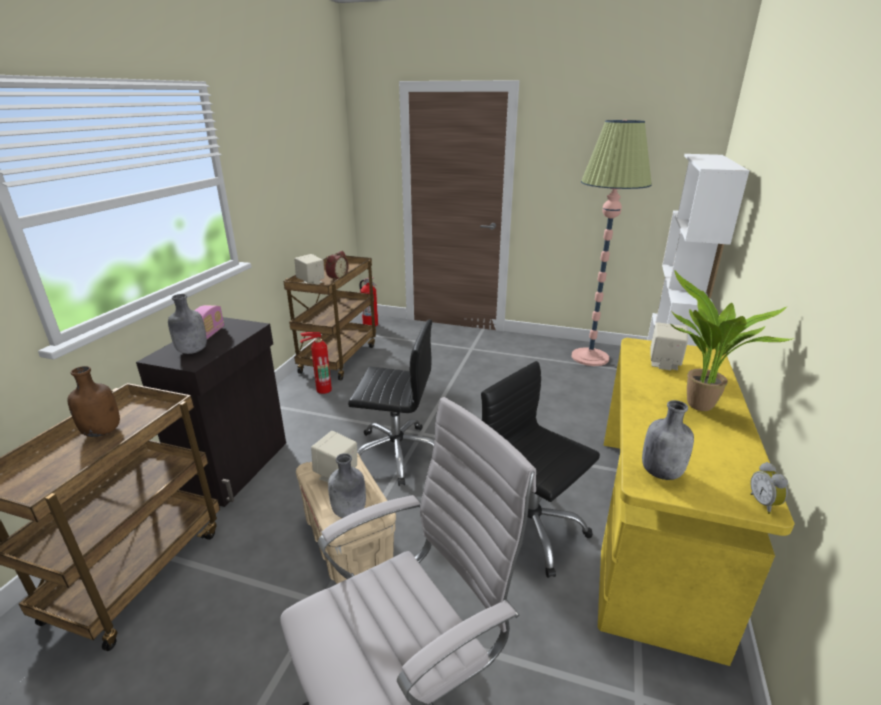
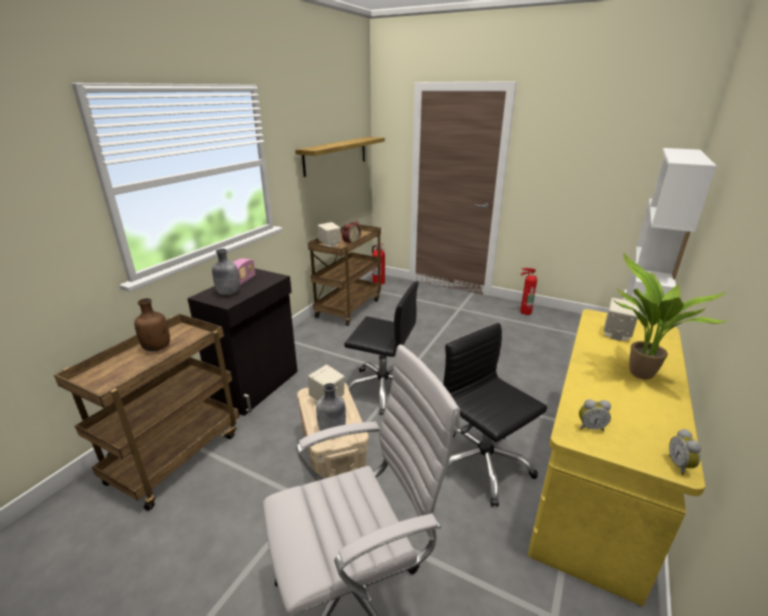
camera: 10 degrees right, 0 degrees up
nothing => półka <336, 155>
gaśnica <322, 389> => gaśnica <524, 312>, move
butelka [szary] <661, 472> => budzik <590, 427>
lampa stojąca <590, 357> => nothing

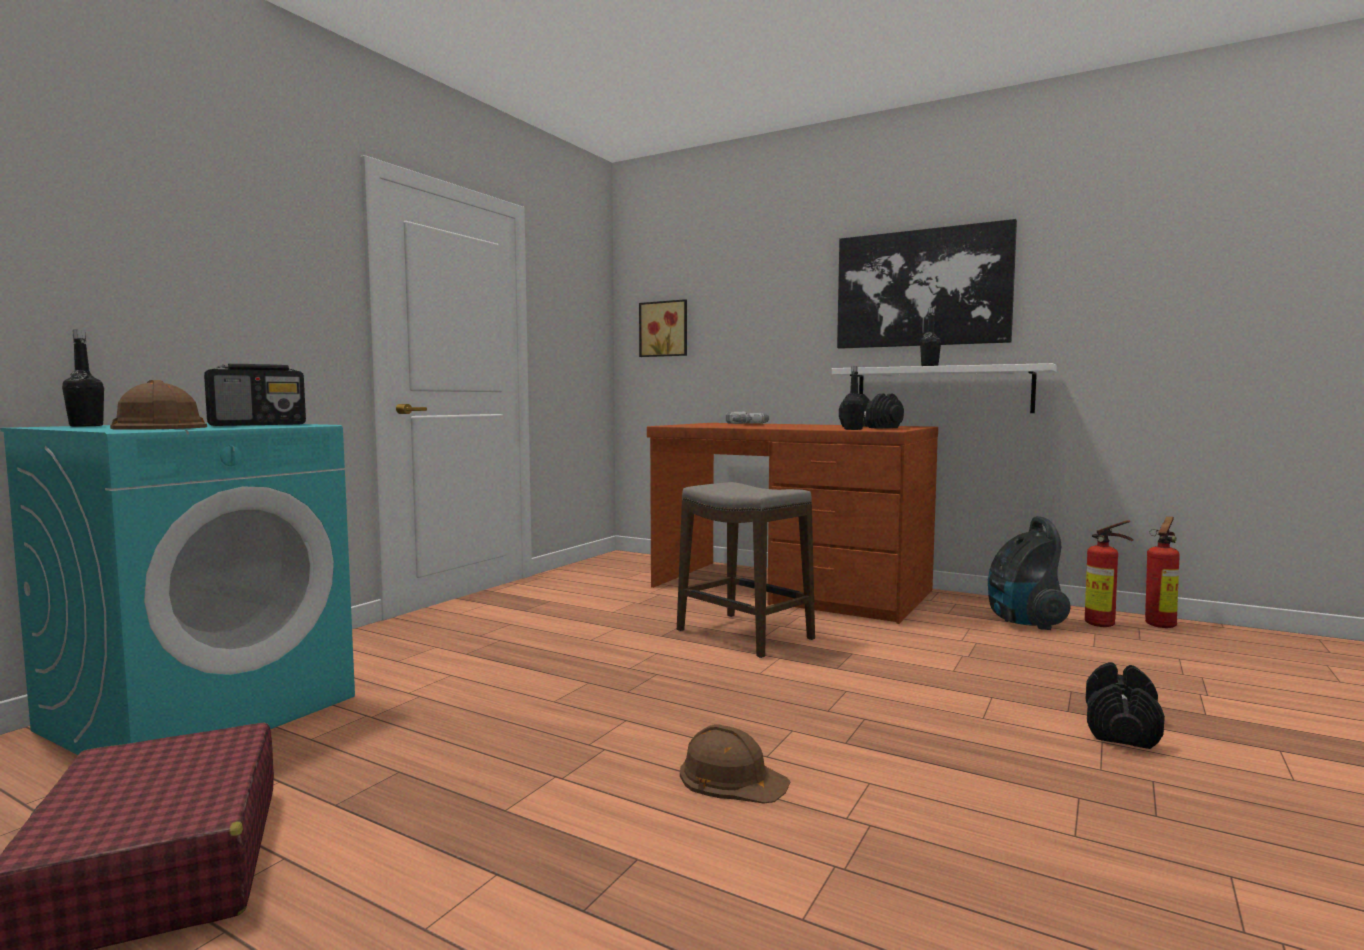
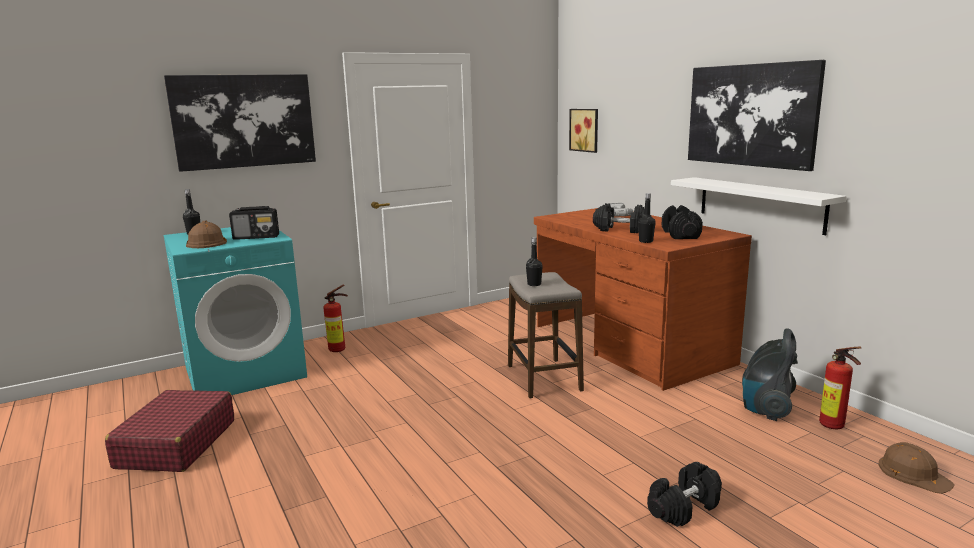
camera: 30 degrees right, 10 degrees up
nothing => obraz <244, 121>
gaśnica <1162, 624> => gaśnica <340, 349>, move
butelka [czarny] <929, 366> => butelka [czarny] <534, 284>, move
nothing => hantel [czarny] <621, 230>
kask [brązowy] <732, 777> => kask [brązowy] <913, 473>, move

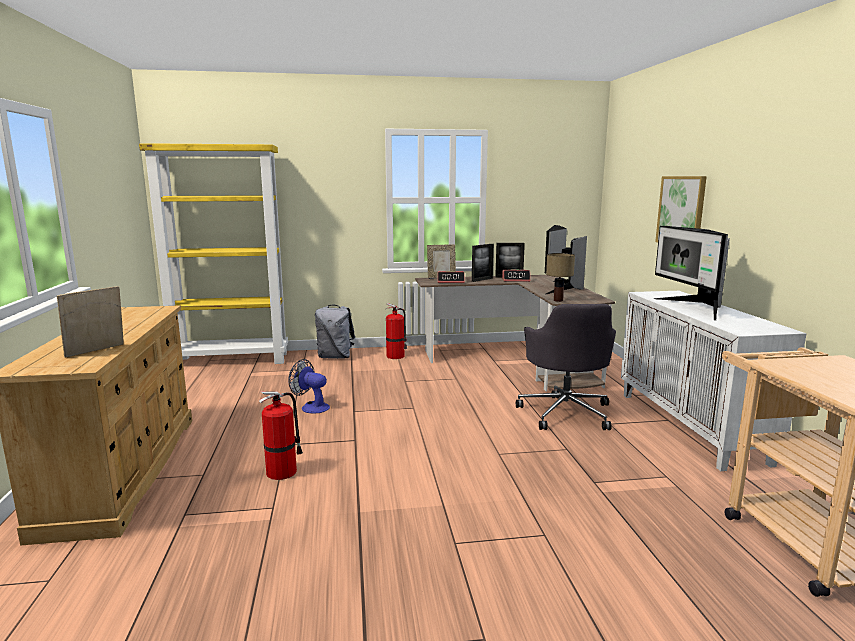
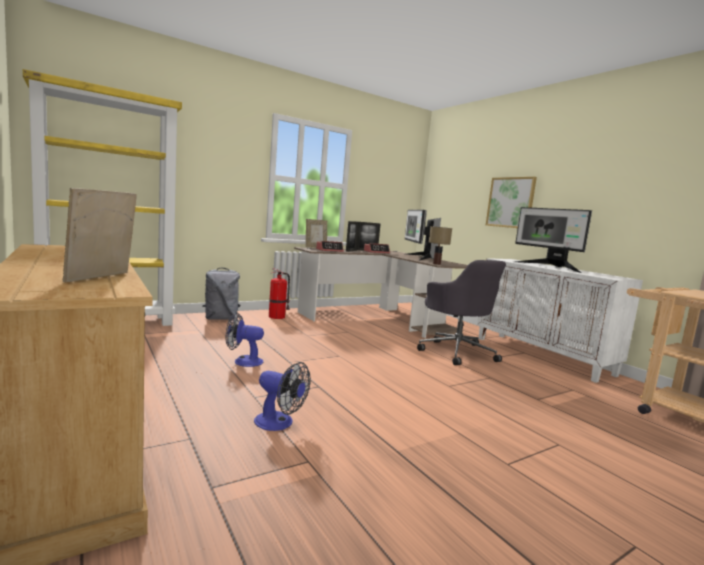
camera: 25 degrees left, 5 degrees down
gaśnica <283, 471> => wentylator <279, 423>

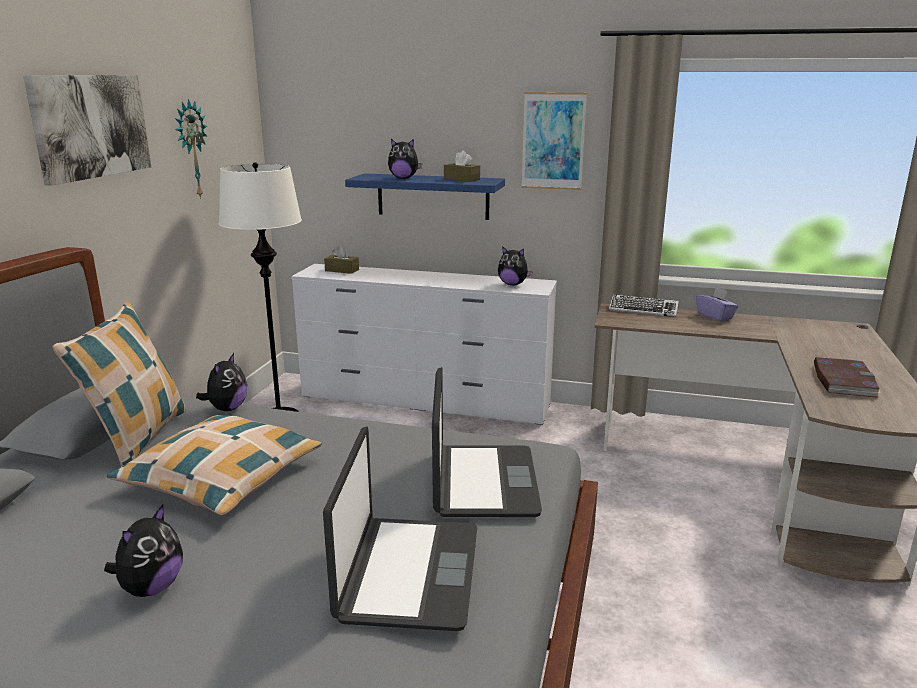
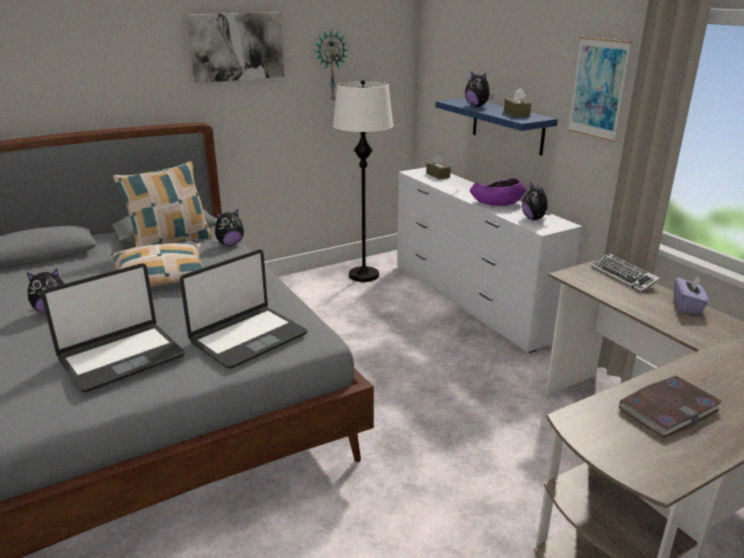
camera: 45 degrees right, 5 degrees up
nothing => miska [fioletowy] <496, 203>

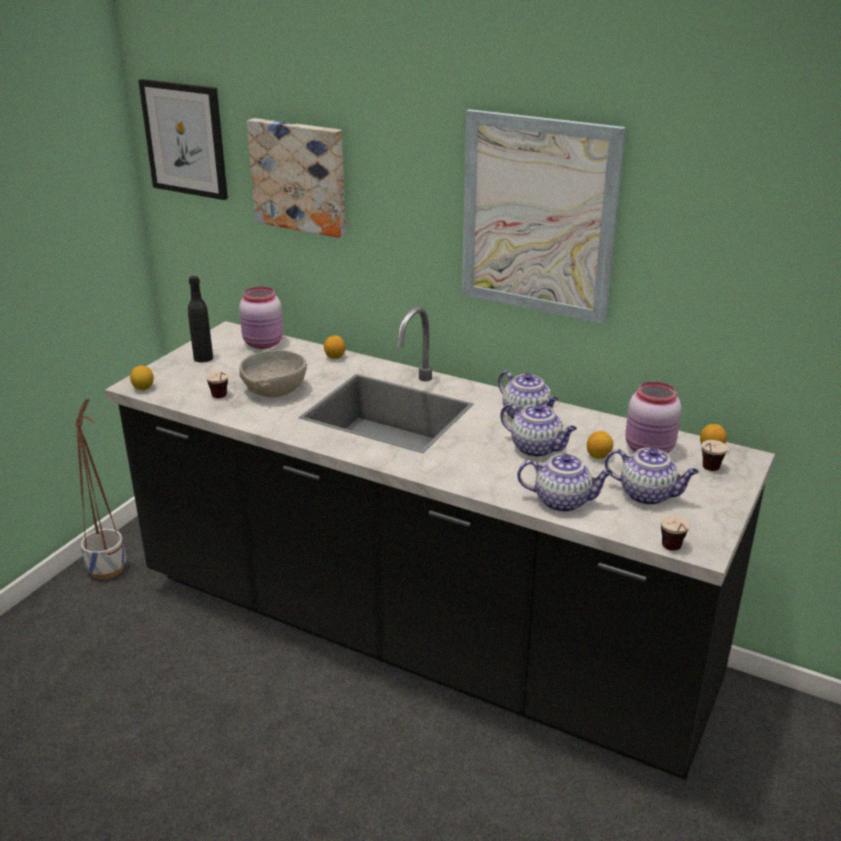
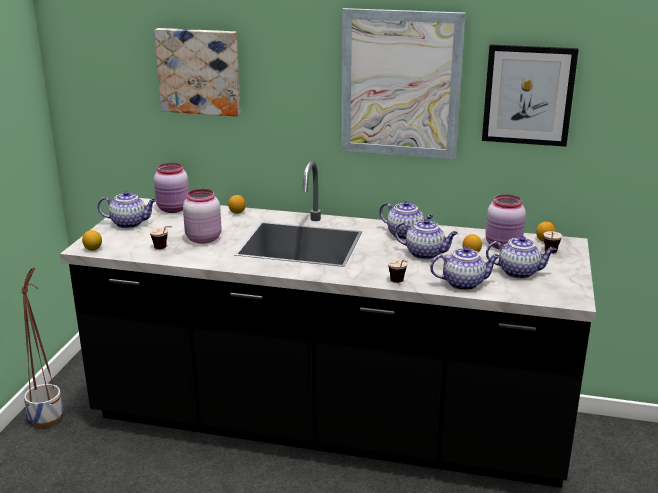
camera: 15 degrees left, 5 degrees down
butelka [czarny] <203, 358> => imbryk <130, 223>
miska [szary] <274, 390> => słoik [różowy] <202, 239>
filiżanka <674, 552> => filiżanka <399, 283>, move
obraz <185, 139> => obraz <528, 95>, move

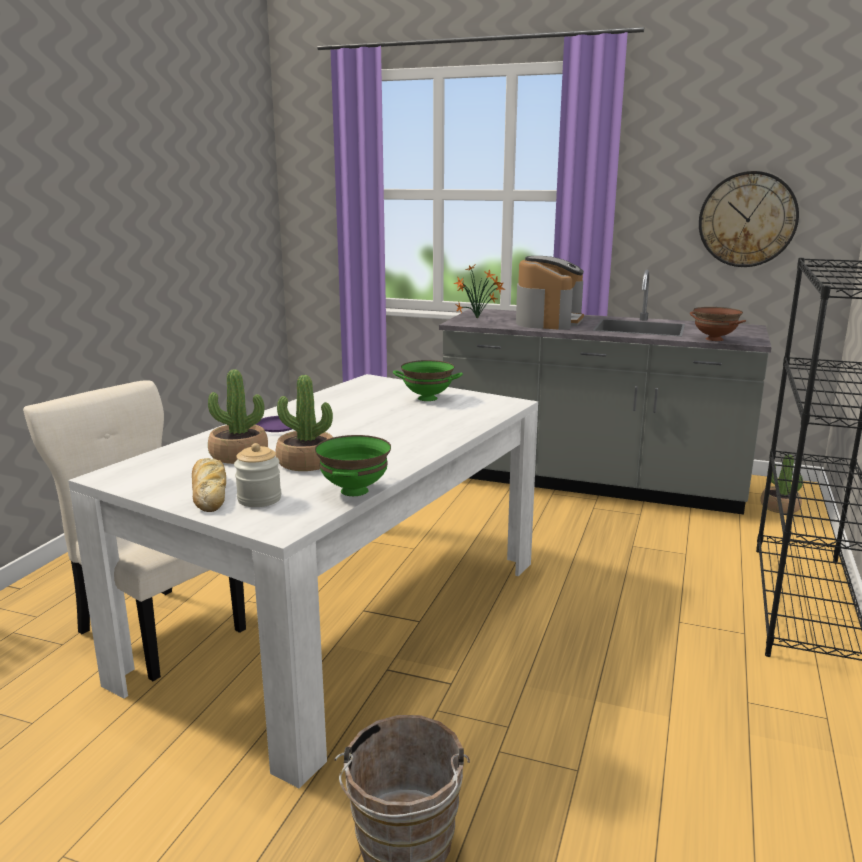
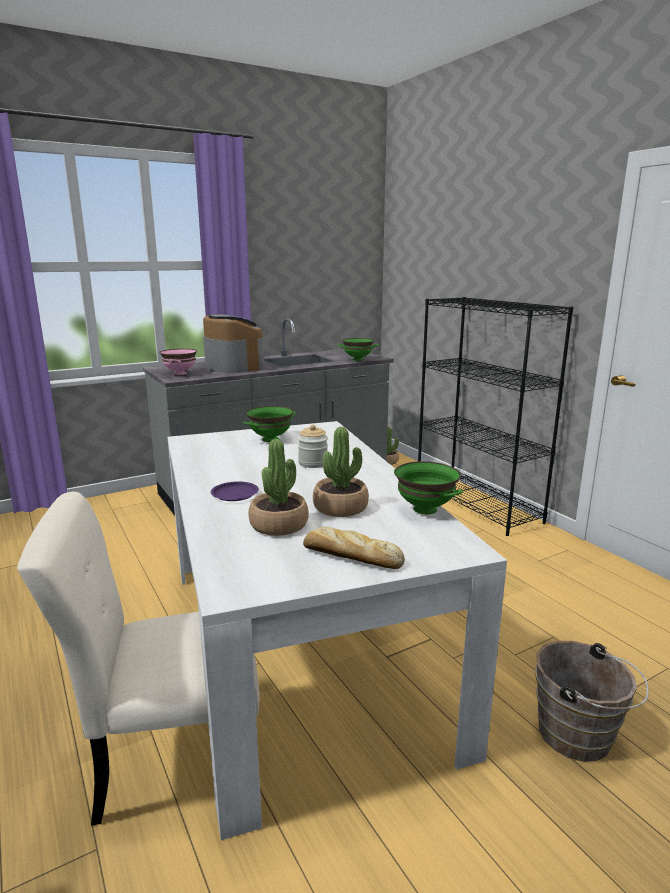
camera: 50 degrees left, 0 degrees up
roślina doniczkowa <478, 318> => miska [różowy] <179, 373>
słoik <259, 499> => słoik <313, 463>, move
miska [brązowy] <714, 339> => miska [zielony] <357, 360>
zegar ścienny <747, 219> => nothing

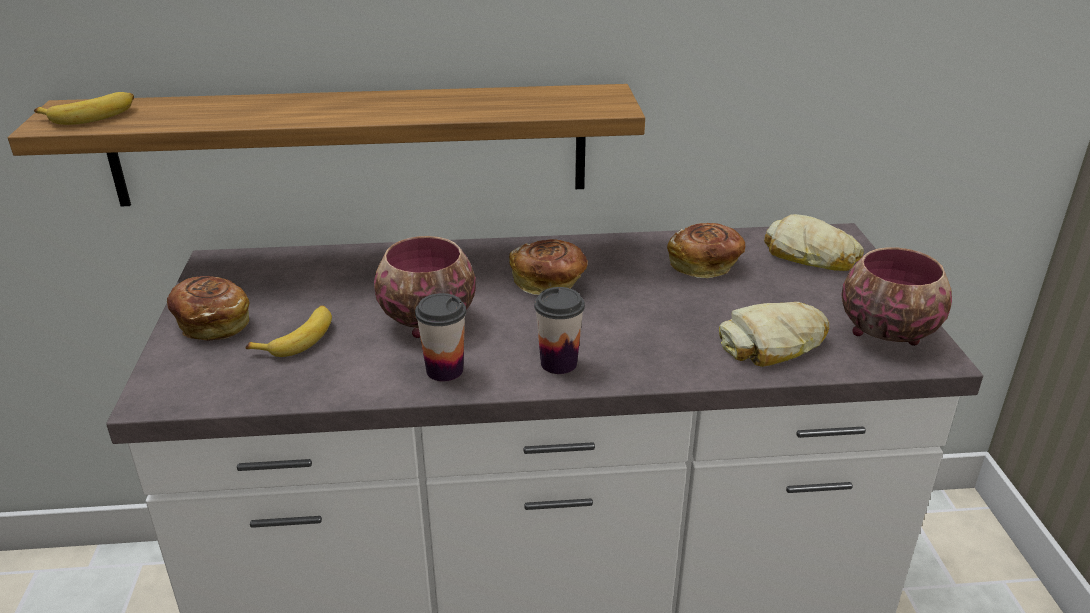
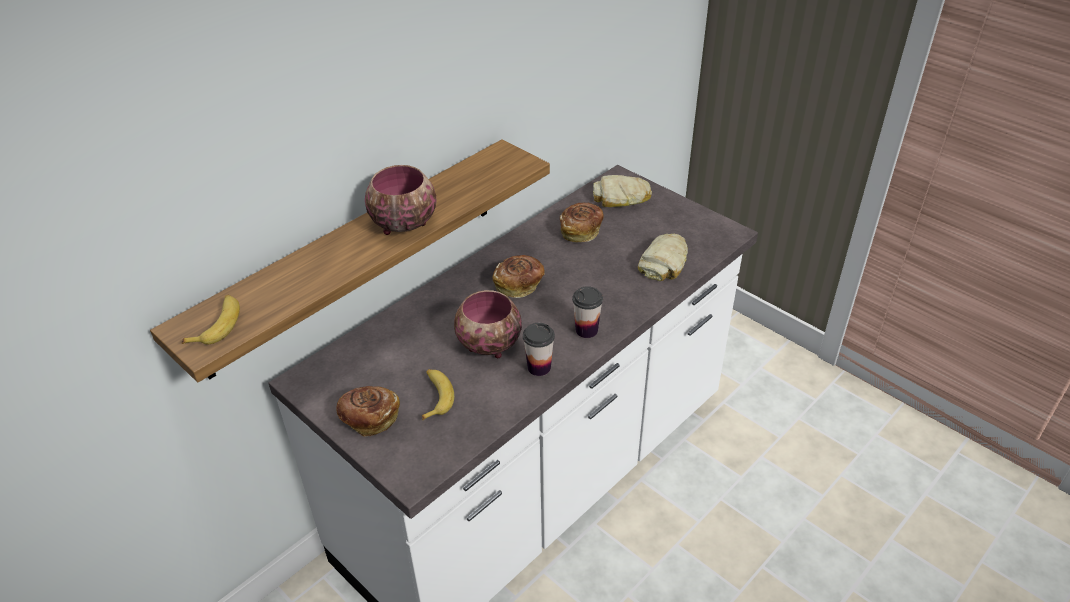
camera: 40 degrees left, 10 degrees up
miska <885, 332> => miska <402, 224>, move

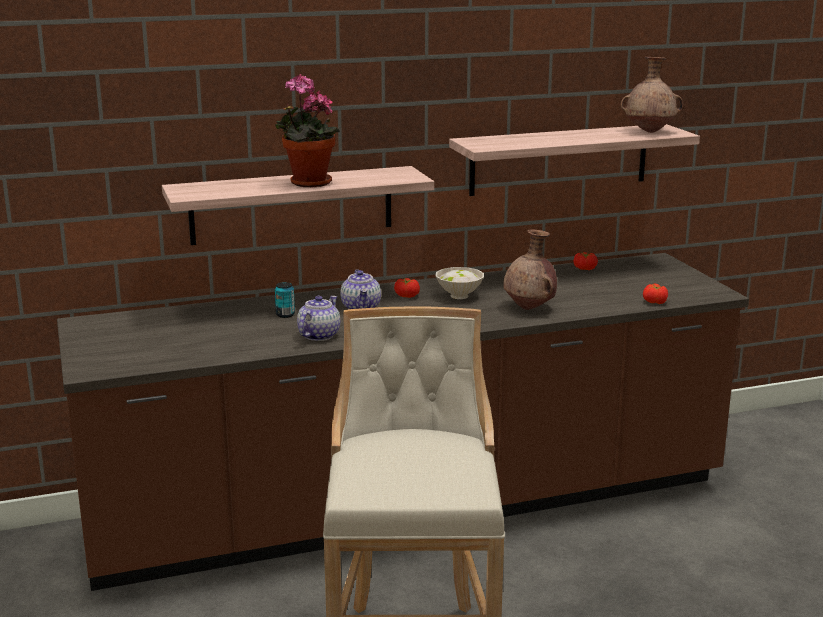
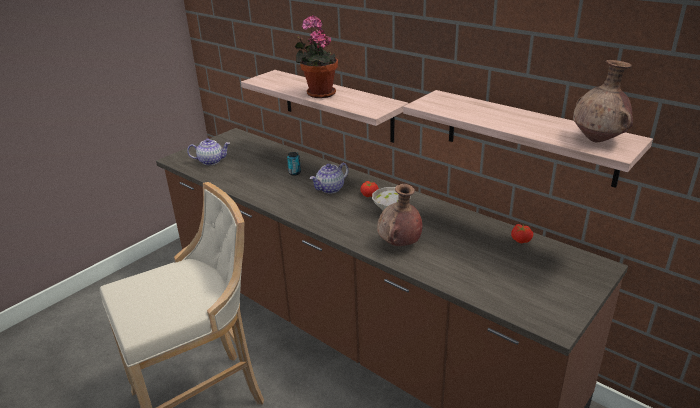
camera: 60 degrees right, 10 degrees up
imbryk <318, 335> => imbryk <211, 161>, move
pomidor <654, 302> => nothing

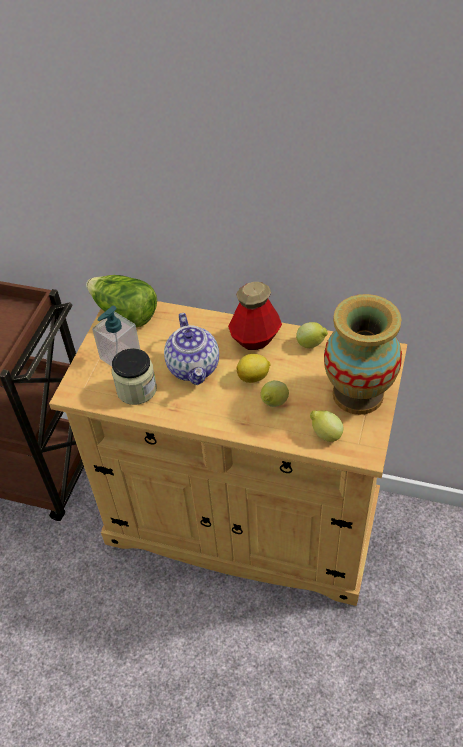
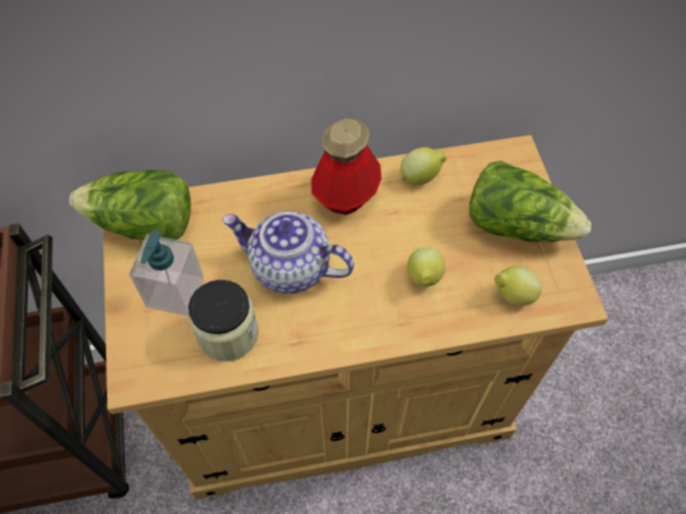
camera: 30 degrees left, 10 degrees up
imbryk <194, 367> => imbryk <289, 268>, 150 degrees clockwise
wazon <358, 394> => sałata <516, 224>
cytryna <254, 377> => nothing

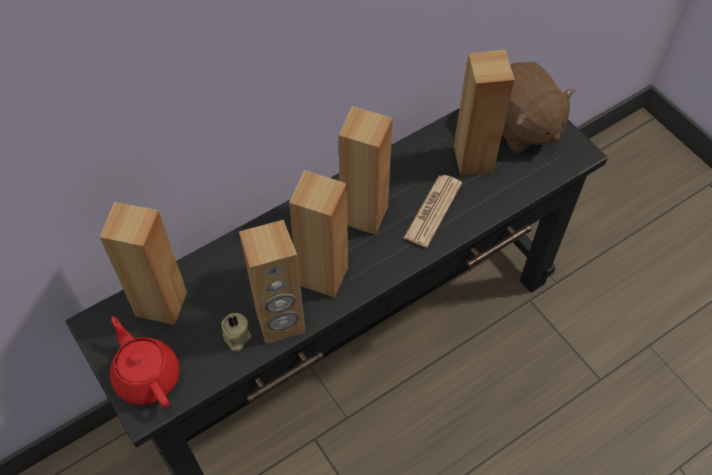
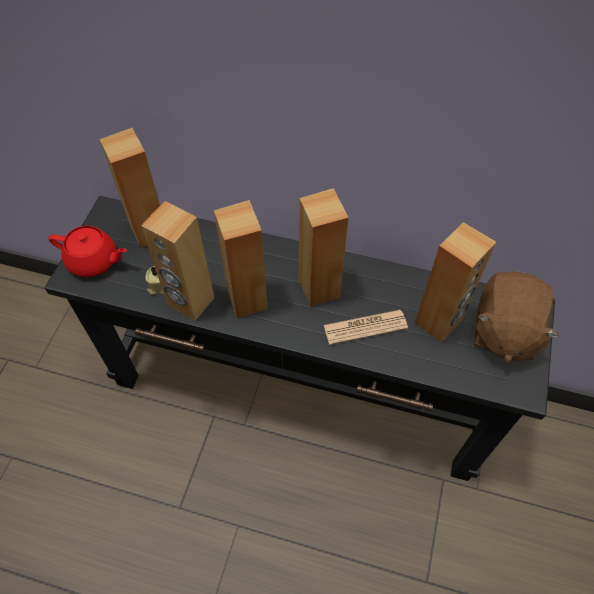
camera: 50 degrees right, 0 degrees up
imbryk [czerwony] <147, 376> => imbryk [czerwony] <94, 261>, 90 degrees clockwise

